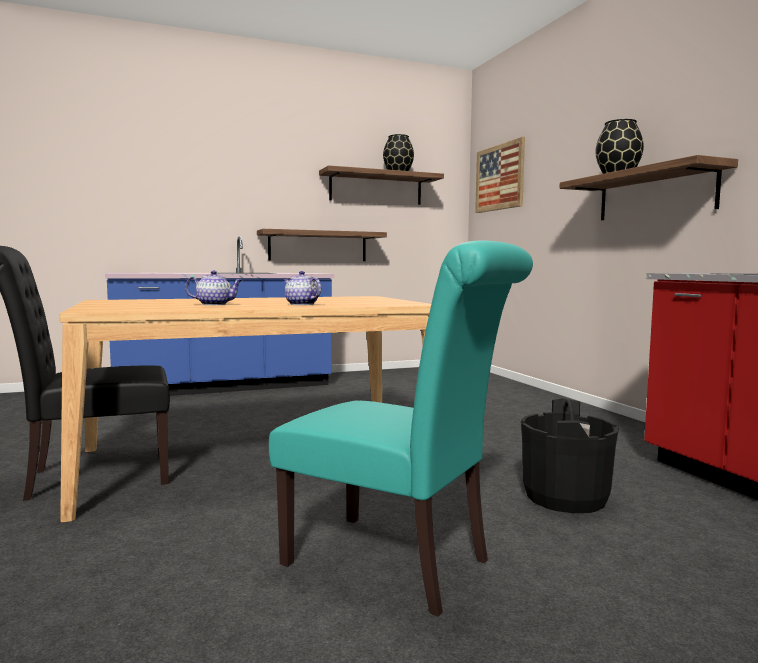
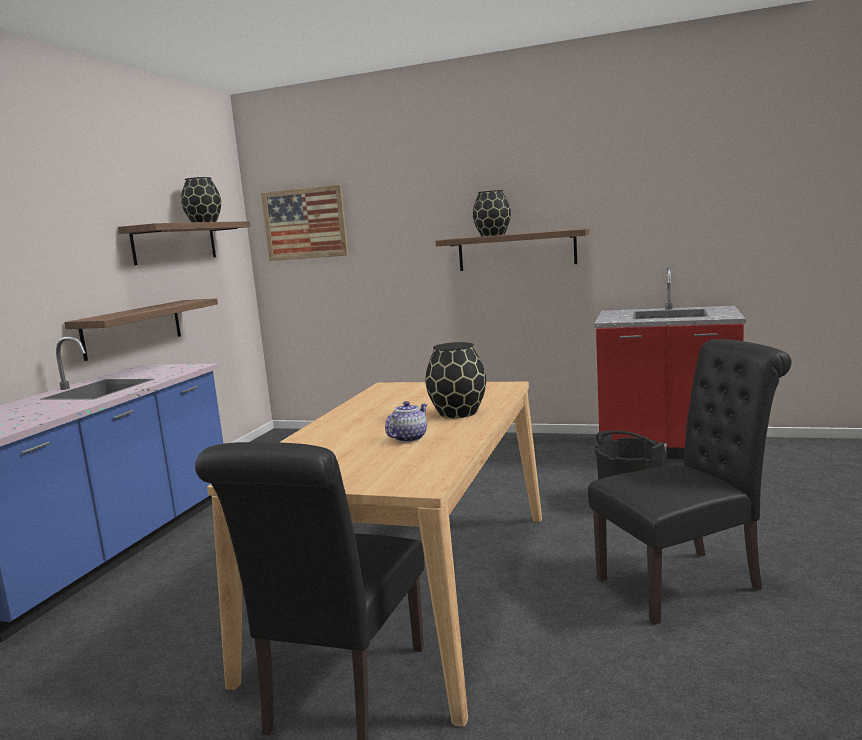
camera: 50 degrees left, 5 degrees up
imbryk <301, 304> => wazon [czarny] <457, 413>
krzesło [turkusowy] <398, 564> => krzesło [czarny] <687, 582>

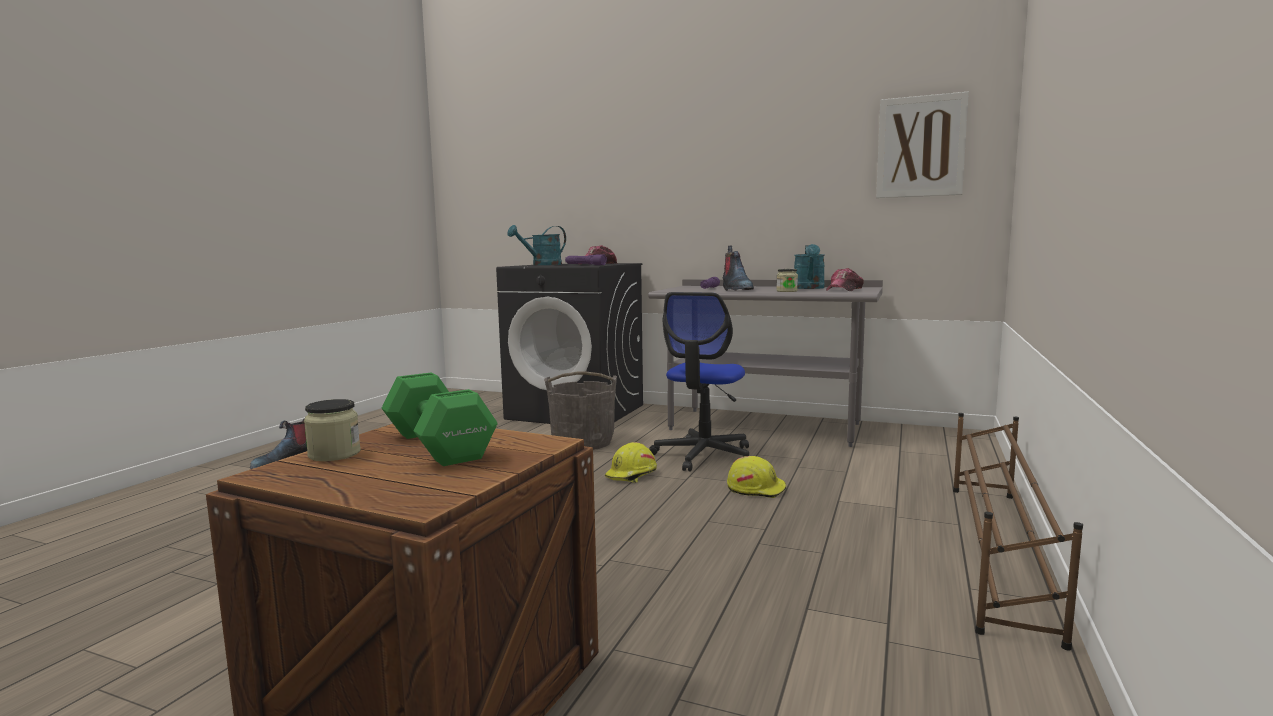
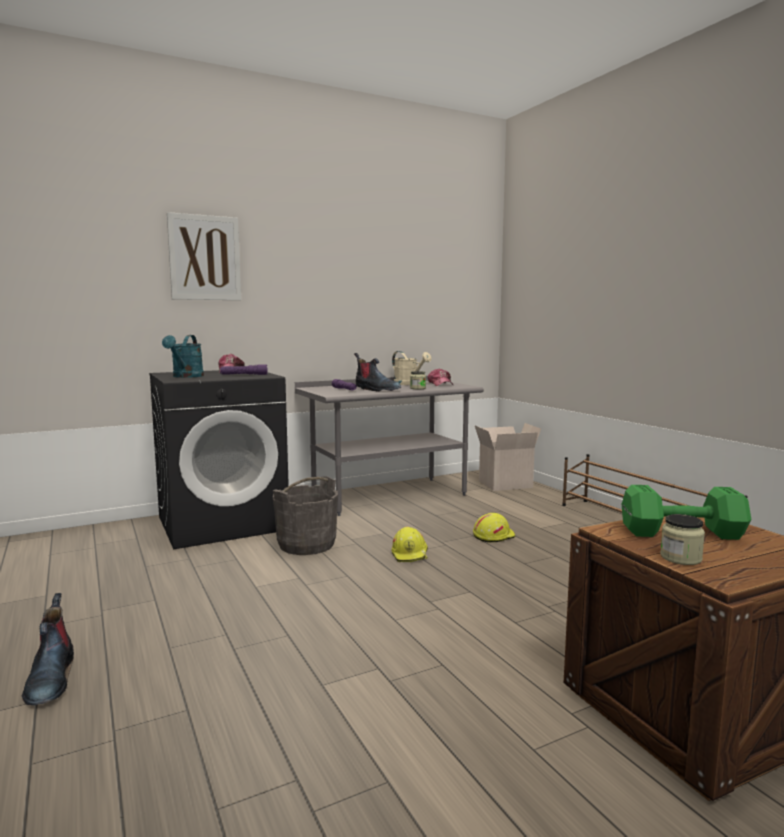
camera: 50 degrees left, 0 degrees up
obraz <920, 147> => obraz <205, 258>, move
konewka [turkusowy] <809, 288> => konewka [beżowy] <409, 384>
nothing => karton <505, 484>
krzesło biurowe <704, 456> => nothing

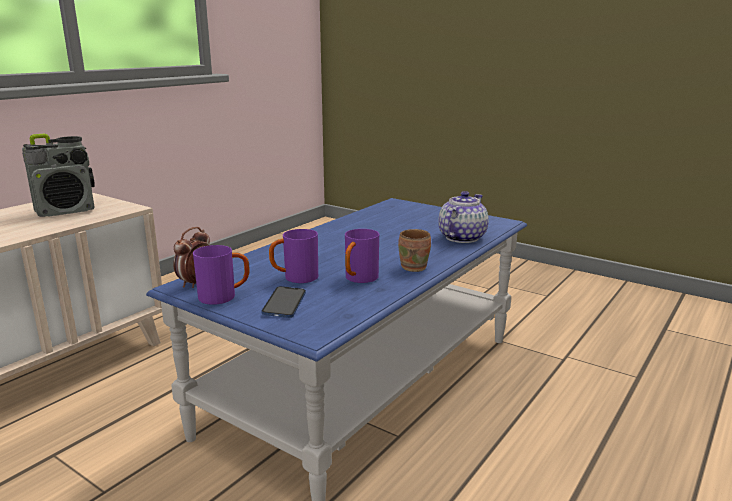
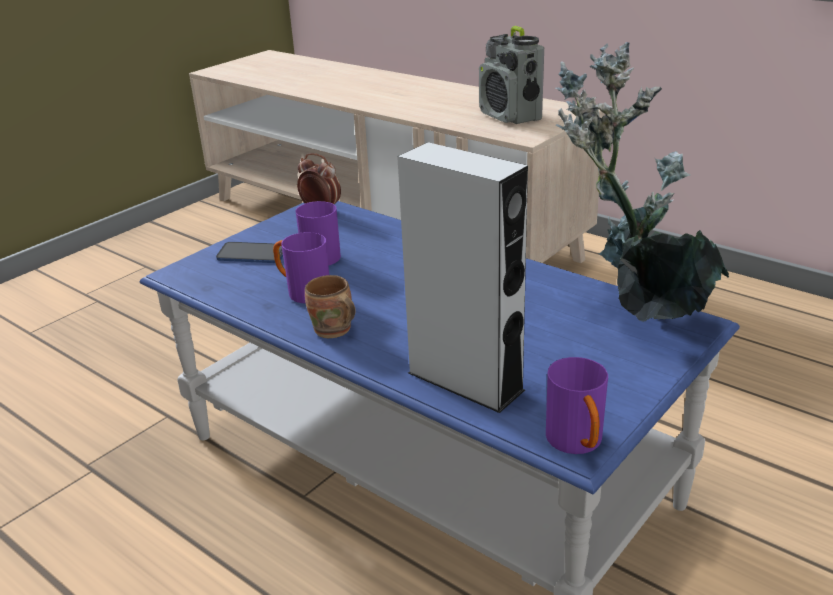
camera: 95 degrees right, 10 degrees up
imbryk <461, 238> => głośnik [szary] <465, 381>
kubek [fioletowy] <224, 297> => kubek [fioletowy] <578, 445>, move
nothing => roślina doniczkowa <635, 316>

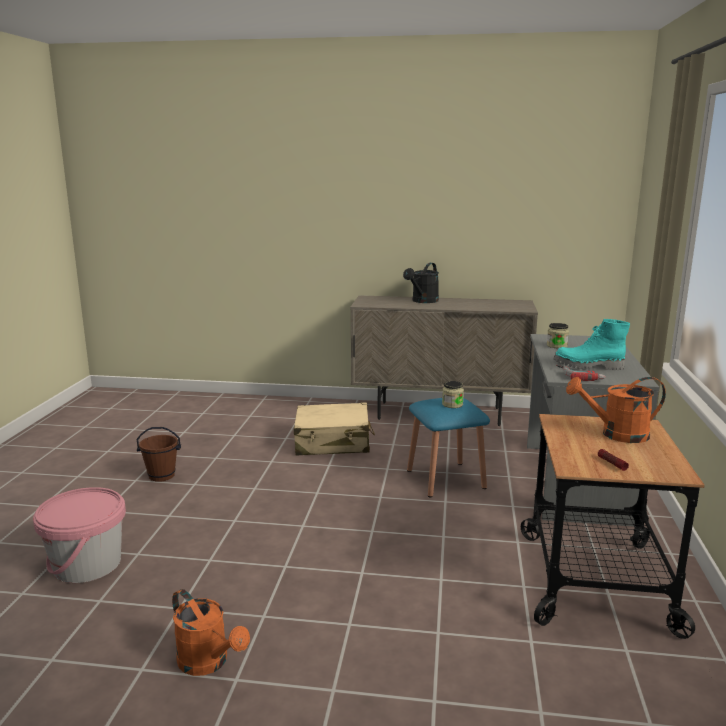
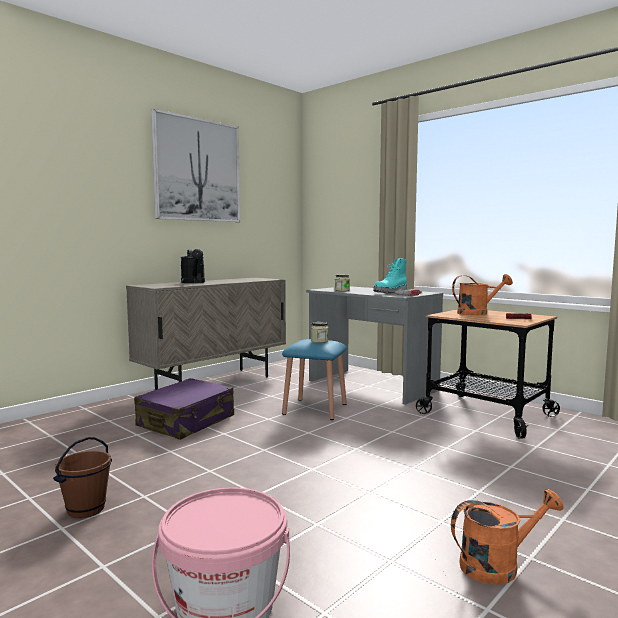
camera: 55 degrees left, 10 degrees down
walizka [beżowy] <333, 442> => walizka [fioletowy] <186, 422>
nothing => obraz <197, 170>
konewka [pomarańczowy] <616, 434> => konewka [pomarańczowy] <477, 313>, 135 degrees counterclockwise

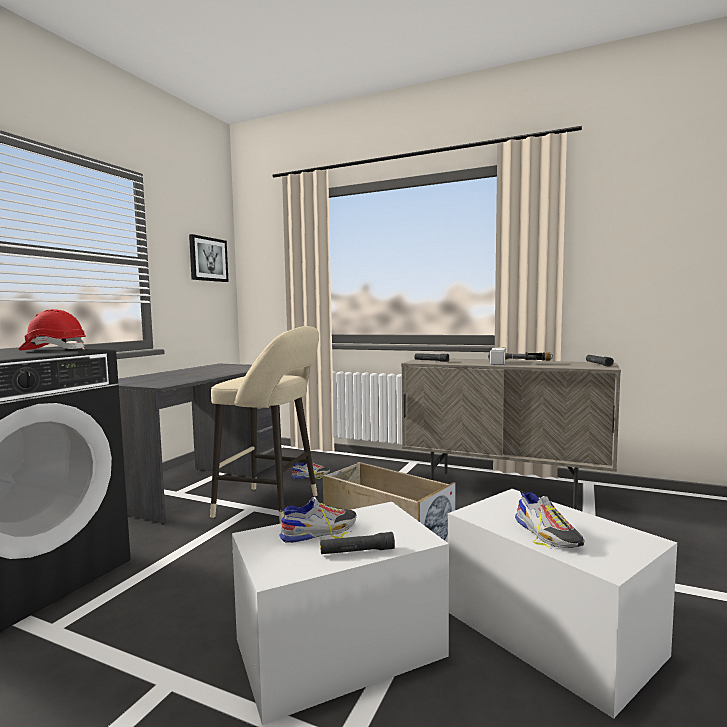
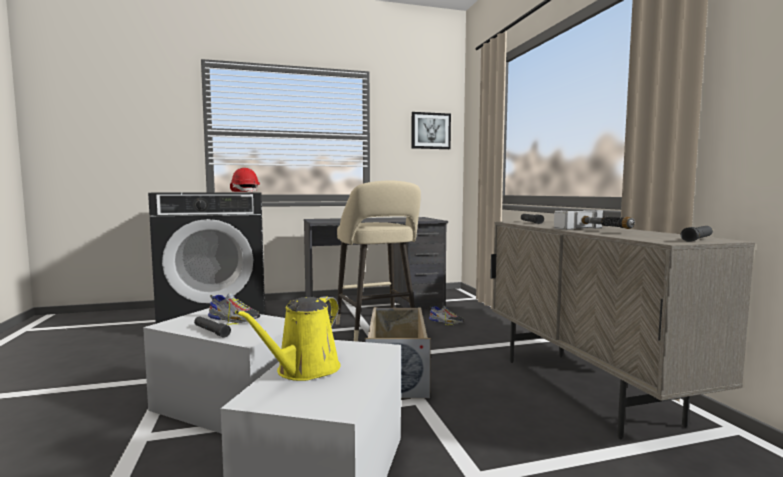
camera: 50 degrees right, 0 degrees up
but <547, 534> => konewka [żółty] <304, 370>

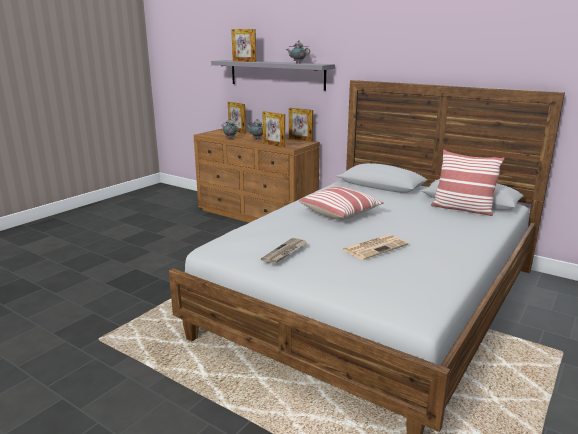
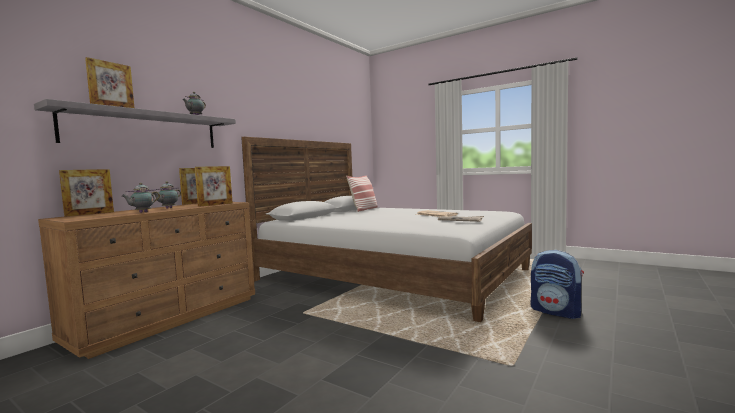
camera: 90 degrees left, 15 degrees down
nothing => plecak <556, 312>
poduszka <340, 213> => nothing

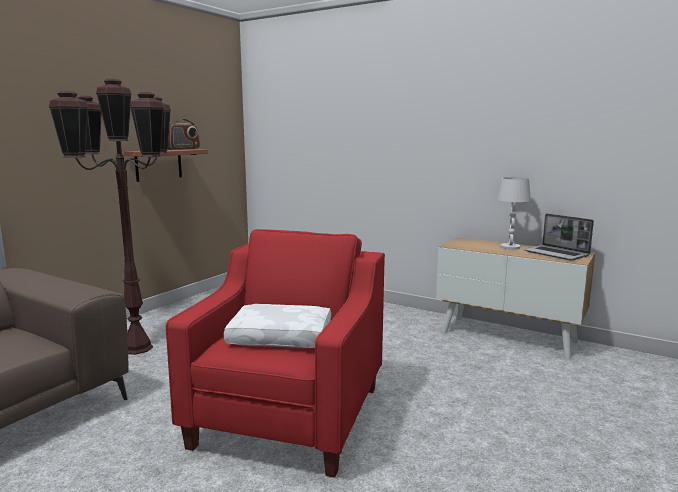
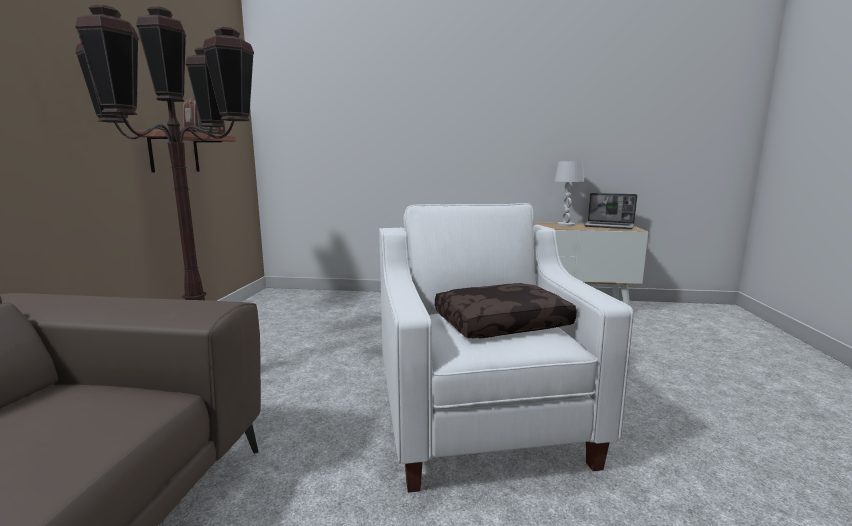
camera: 25 degrees left, 0 degrees up
fotel [czerwony] <290, 416> => fotel [biały] <479, 418>
poduszka [biały] <281, 337> => poduszka [brązowy] <501, 323>

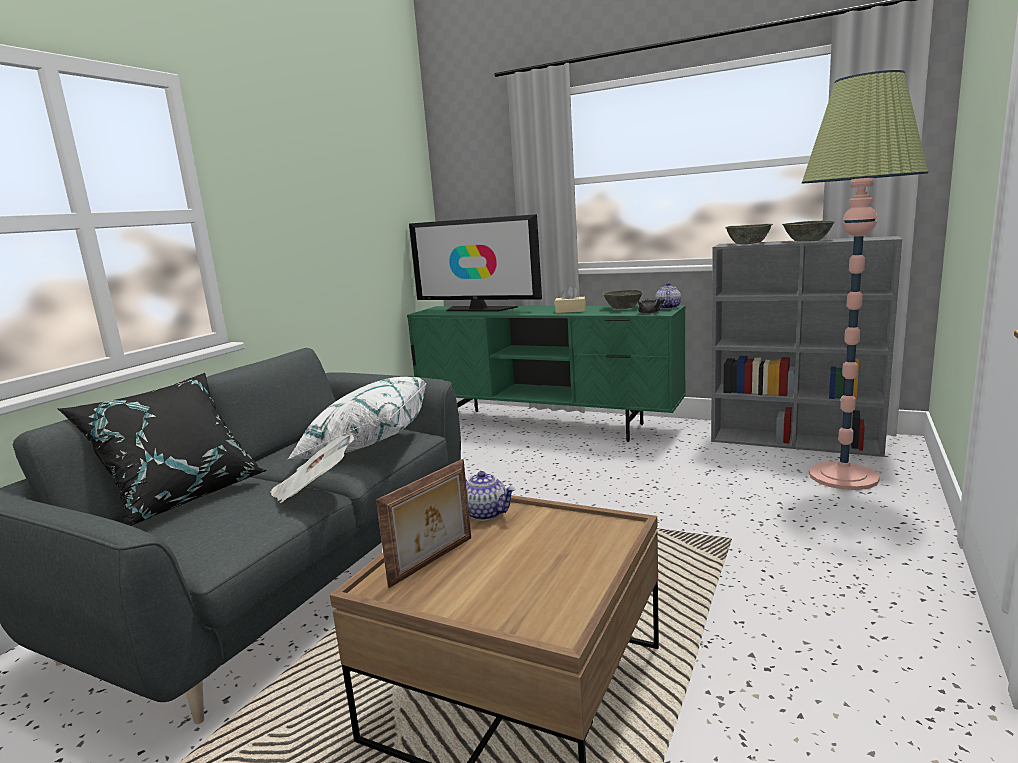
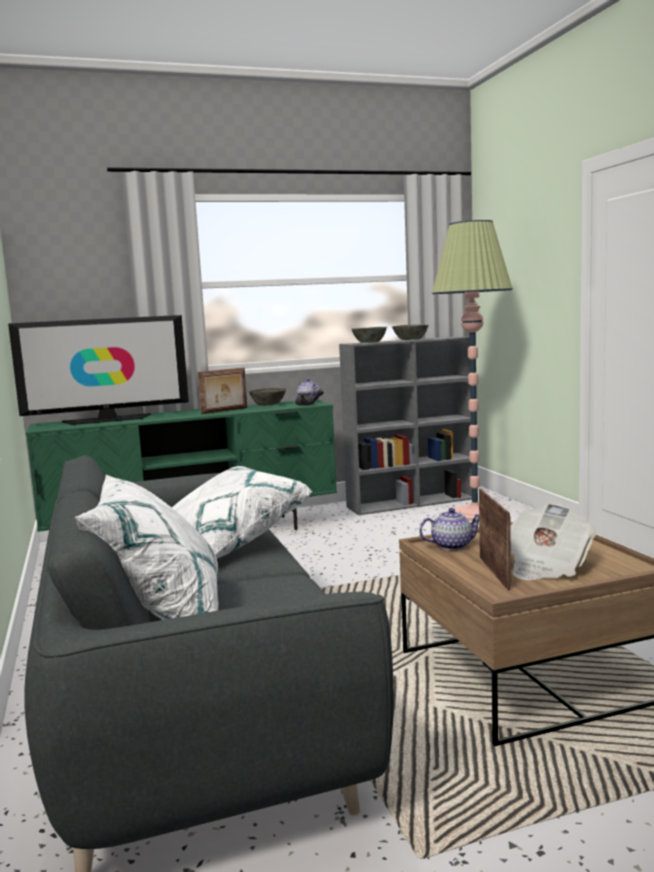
camera: 45 degrees left, 5 degrees down
poduszka [czarny] <182, 497> => poduszka [biały] <162, 617>
pudełko chusteczek [beżowy] <570, 311> => ramka na zdjęcie <225, 411>
gazeta <314, 490> => gazeta <545, 566>, move

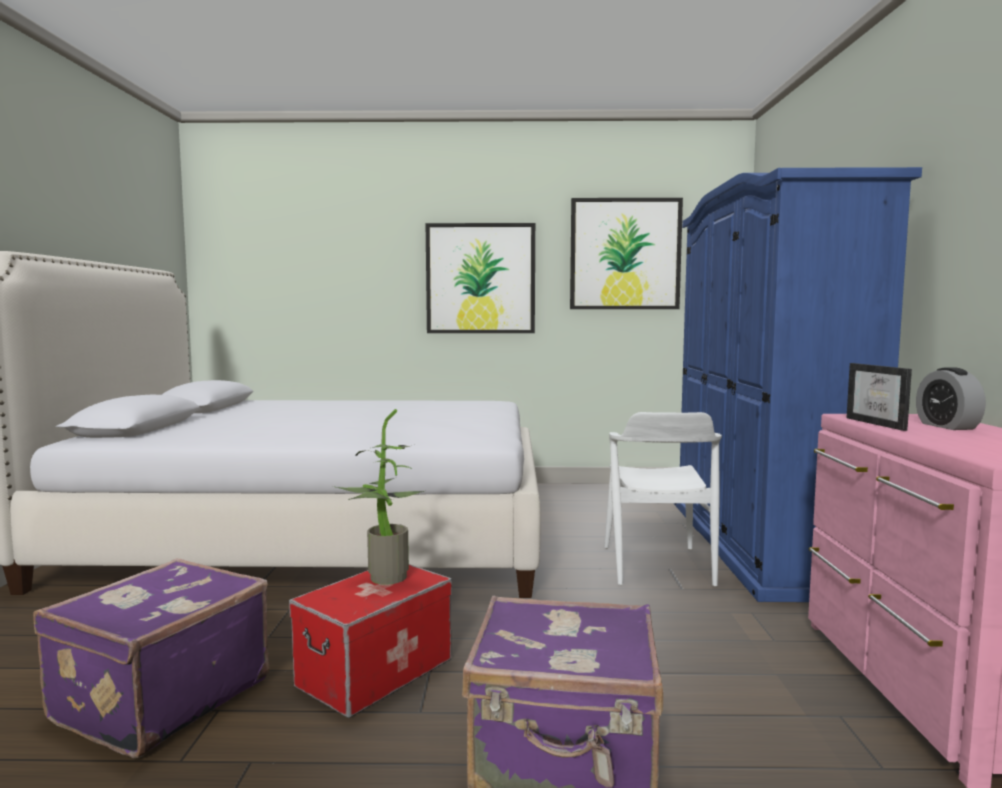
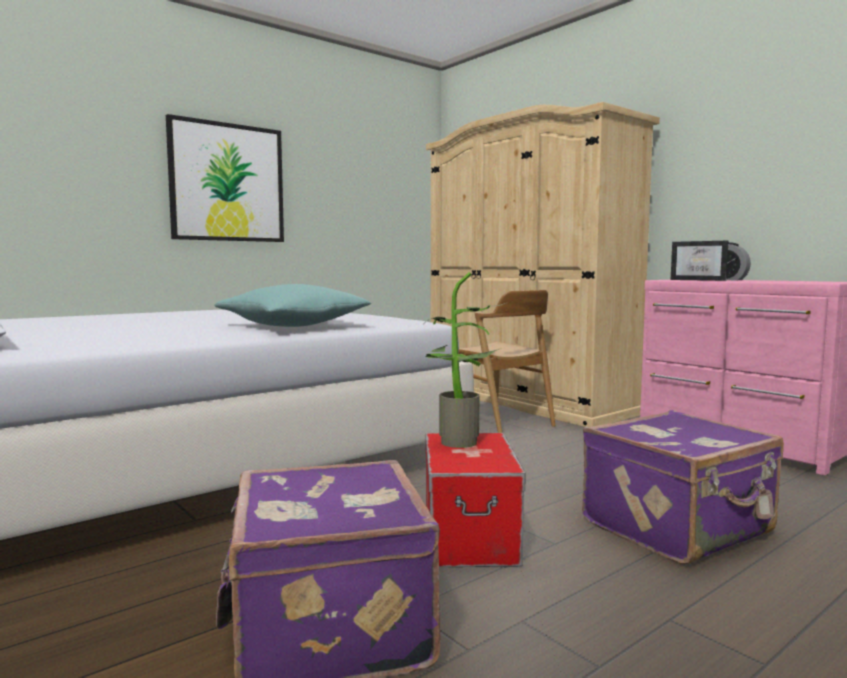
camera: 40 degrees left, 0 degrees up
nothing => poduszka [turkusowy] <293, 326>
szafa [niebieski] <760, 543> => szafa [beżowy] <526, 400>
krzesło [biały] <656, 565> => krzesło [brązowy] <497, 424>
obraz <625, 254> => nothing

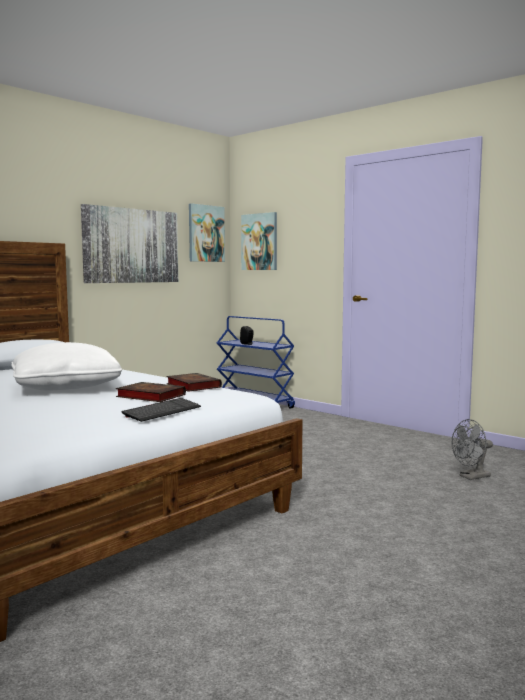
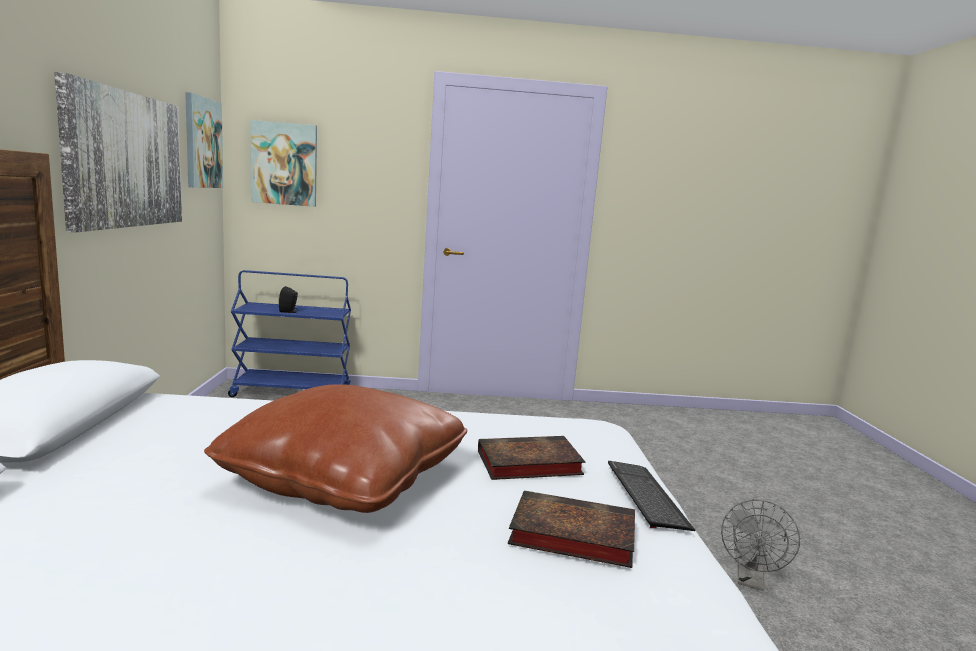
camera: 45 degrees left, 5 degrees up
poduszka [biały] <66, 387> => poduszka [brązowy] <345, 477>
książka <192, 386> => książka <569, 535>, move
wentylator [szary] <471, 477> => wentylator [szary] <750, 581>, move

